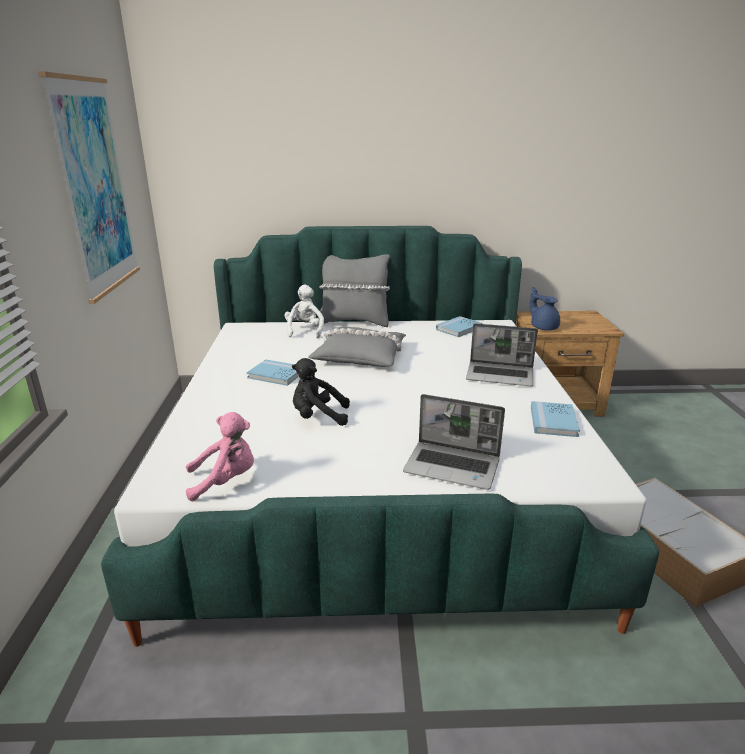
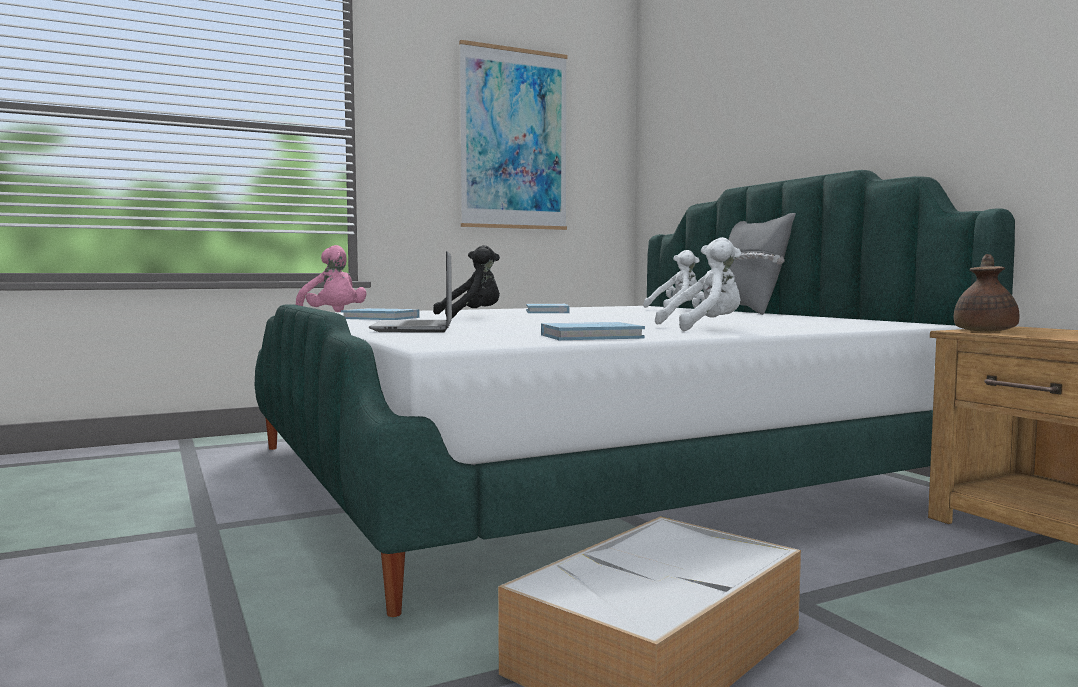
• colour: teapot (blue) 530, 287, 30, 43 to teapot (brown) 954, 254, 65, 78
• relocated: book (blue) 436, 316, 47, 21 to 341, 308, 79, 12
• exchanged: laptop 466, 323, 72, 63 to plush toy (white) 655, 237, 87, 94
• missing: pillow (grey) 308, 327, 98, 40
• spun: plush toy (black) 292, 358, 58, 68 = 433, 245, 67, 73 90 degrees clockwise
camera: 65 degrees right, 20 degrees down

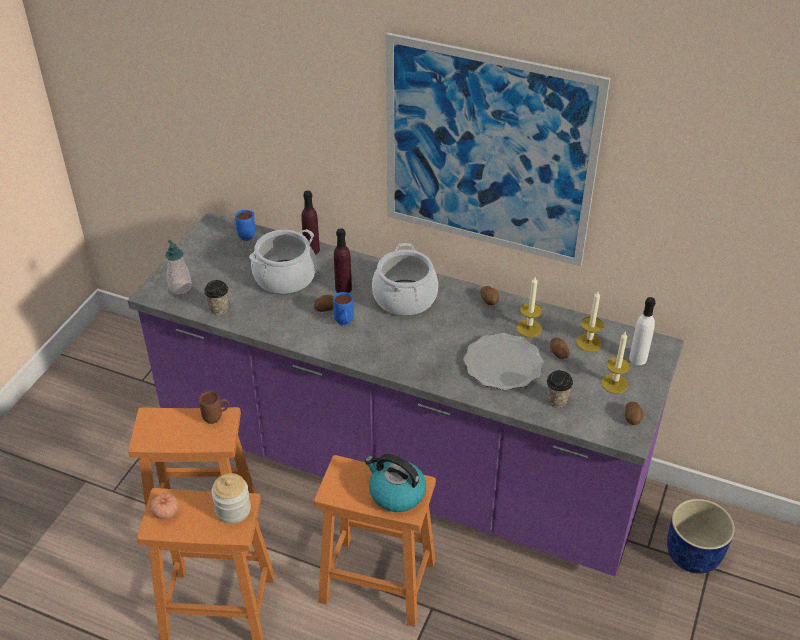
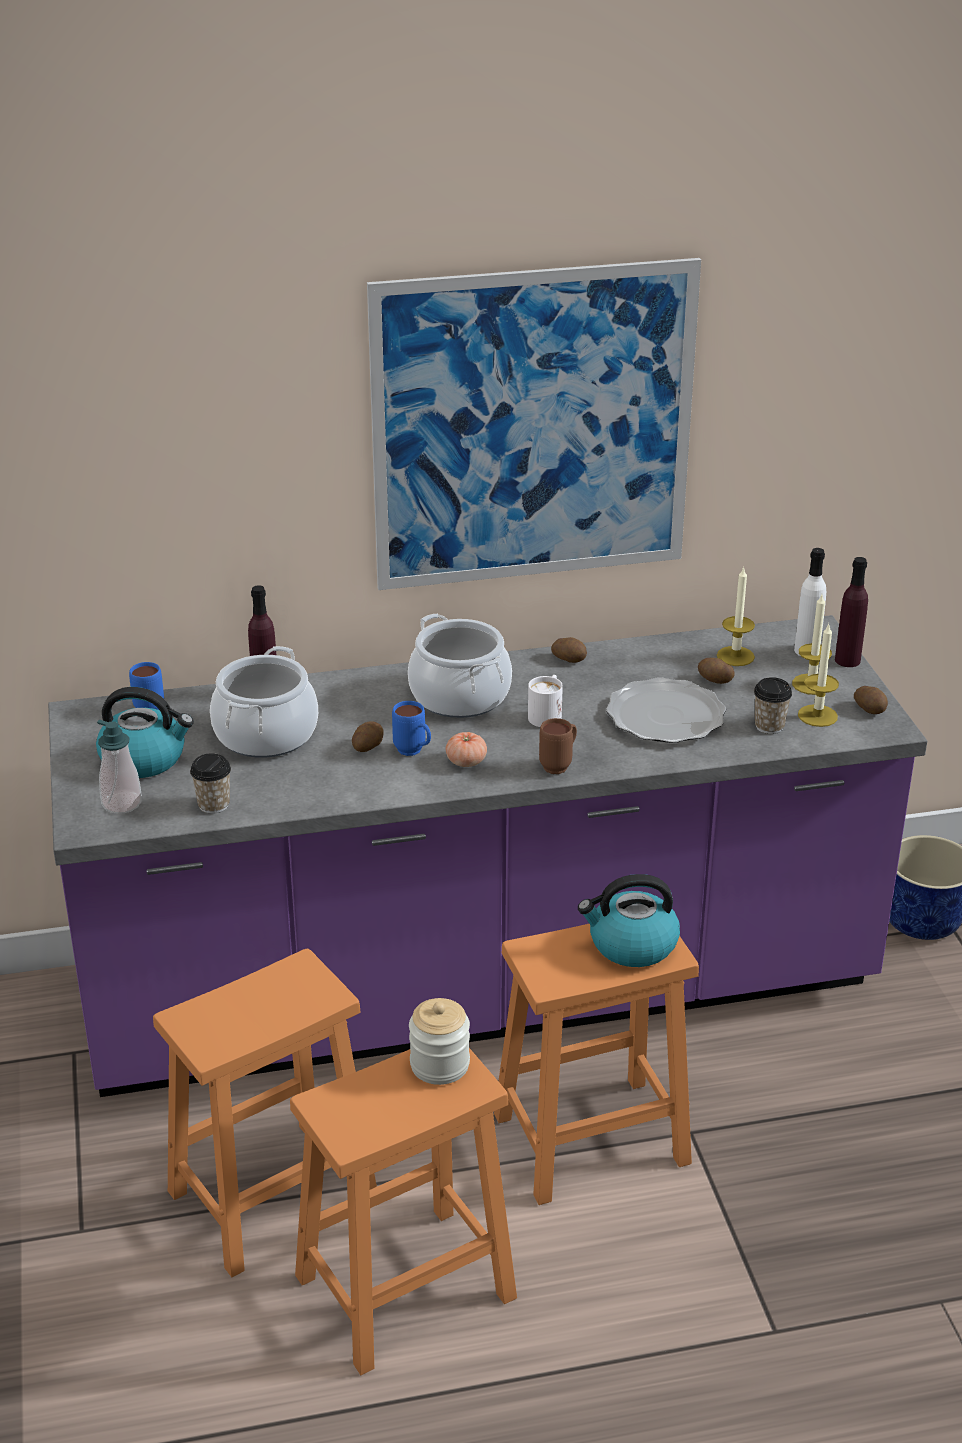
• relocated: bottle (purple) 334, 228, 18, 65 to 835, 557, 33, 110
• relocated: candle 517, 277, 25, 60 to 798, 624, 41, 103
• relocated: mug (brown) 199, 391, 30, 33 to 539, 718, 38, 56
• relocated: tomato 150, 493, 29, 26 to 446, 732, 41, 35
• appeared: mug (white) 528, 675, 35, 52
• appeared: kettle 96, 687, 98, 91
camera: 35 degrees left, 10 degrees down

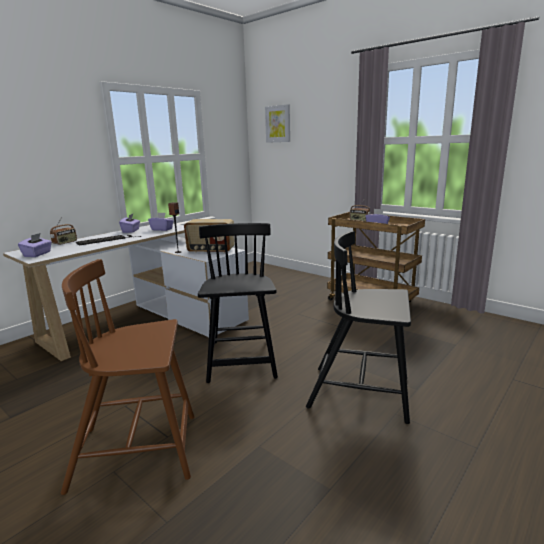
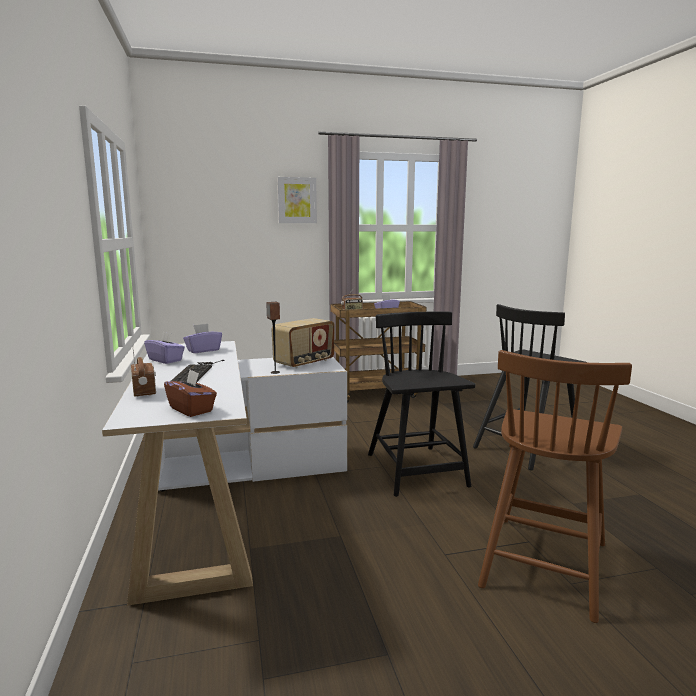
• relocated: picture 265, 104, 25, 39 to 277, 177, 40, 46
• spun: chair (black) 198, 223, 80, 160 = 368, 312, 107, 185 45 degrees clockwise
• colour: tissue box (purple) 18, 233, 34, 24 to tissue box (brown) 164, 370, 53, 47
camera: 55 degrees left, 5 degrees down

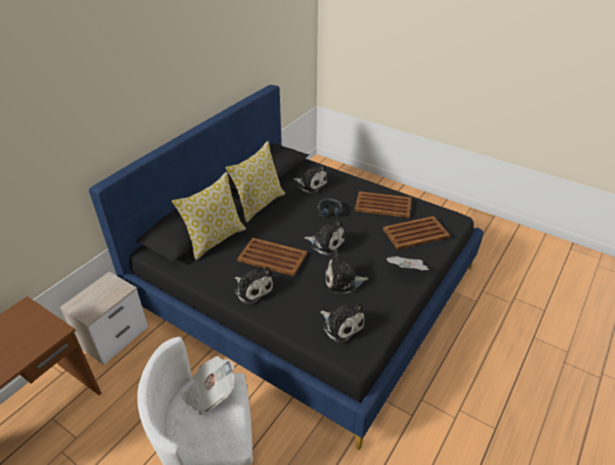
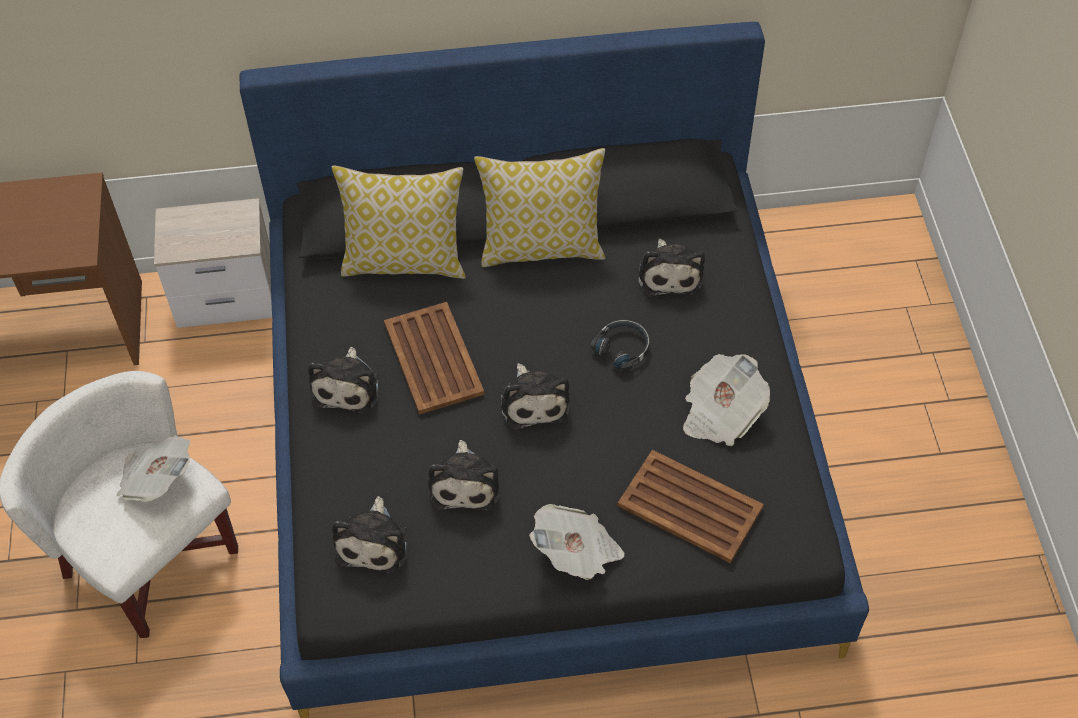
• exchanged: tray (brown) 355, 191, 56, 27 to newspaper 683, 354, 87, 92
• spun: plush toy 326, 251, 43, 43 = 428, 440, 71, 71 135 degrees counterclockwise
camera: 50 degrees right, 15 degrees up

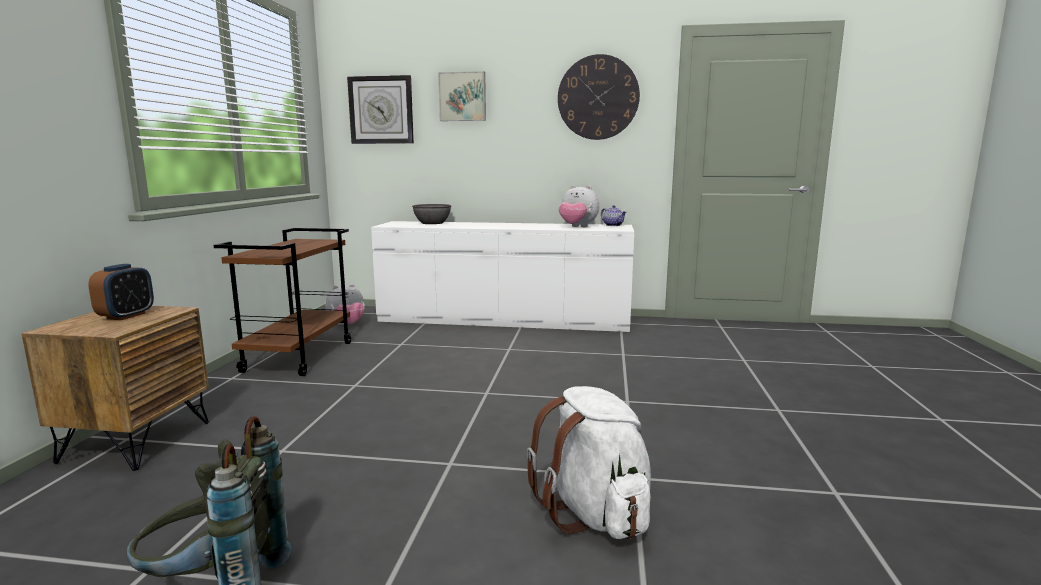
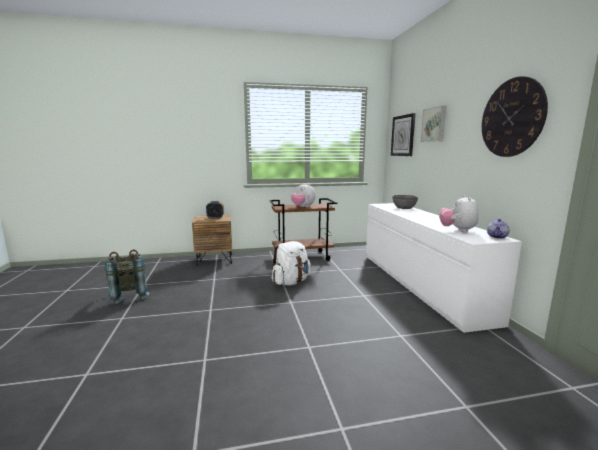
• relocated: plush toy 325, 284, 40, 41 to 291, 183, 24, 24
• relocated: backpack (white) 526, 386, 125, 153 to 272, 241, 39, 44
camera: 70 degrees right, 0 degrees up

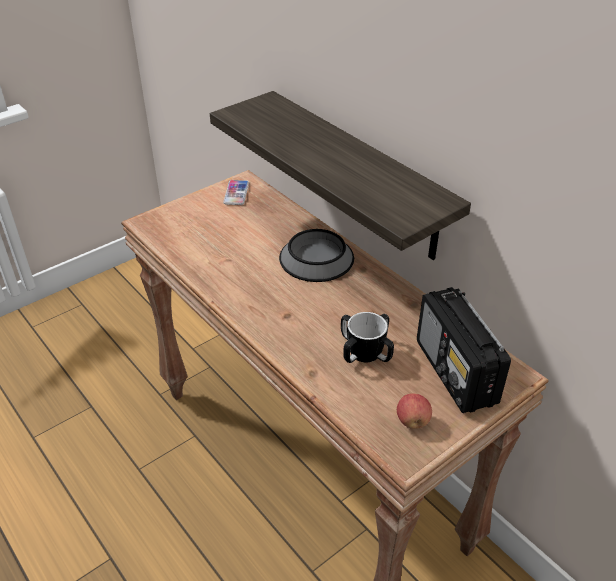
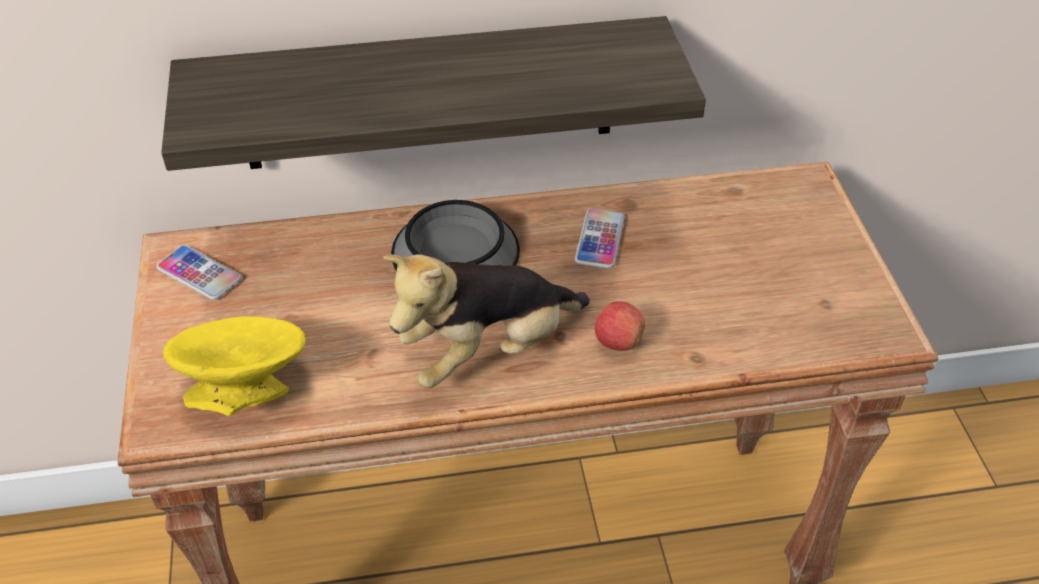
• missing: radio 417, 287, 94, 126
• missing: mug 341, 312, 53, 51
• relocated: apple 397, 393, 35, 36 to 595, 301, 50, 50
• appeared: phone 575, 208, 50, 61
• appeared: plush toy 383, 254, 207, 134
• appeared: bowl (yellow) 163, 316, 143, 100
camera: 60 degrees left, 5 degrees up

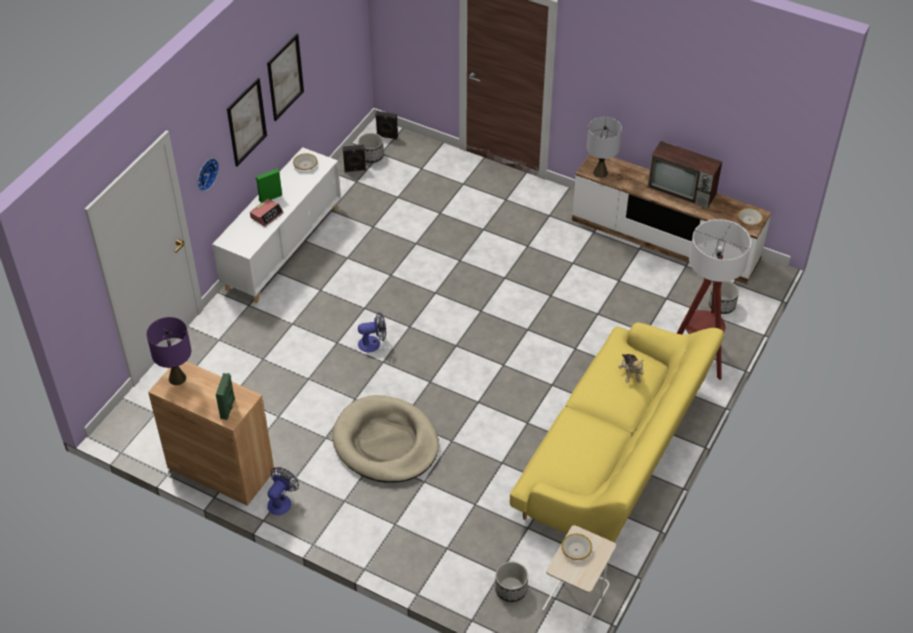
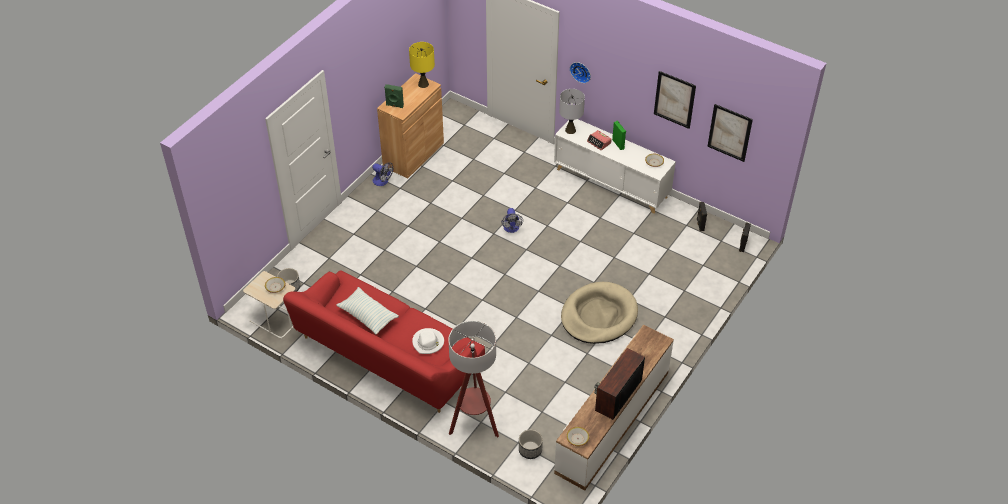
• relocated: picture 227, 78, 40, 89 to 707, 104, 46, 58
• relocated: table lamp (grey) 587, 117, 35, 61 to 559, 89, 26, 45
• missing: planter 358, 133, 26, 30
• colour: table lamp (purple) 146, 317, 45, 68 to table lamp (yellow) 409, 42, 26, 46
• colour: sofa (yellow) 510, 322, 214, 221 to sofa (red) 283, 270, 202, 143
• exchanged: plush toy 619, 354, 25, 29 to hat (white) 412, 328, 32, 26
• relocated: dog bed (beige) 332, 395, 107, 88 to 561, 282, 77, 62
• appeared: pillow 337, 287, 62, 47
camera: 95 degrees right, 0 degrees up

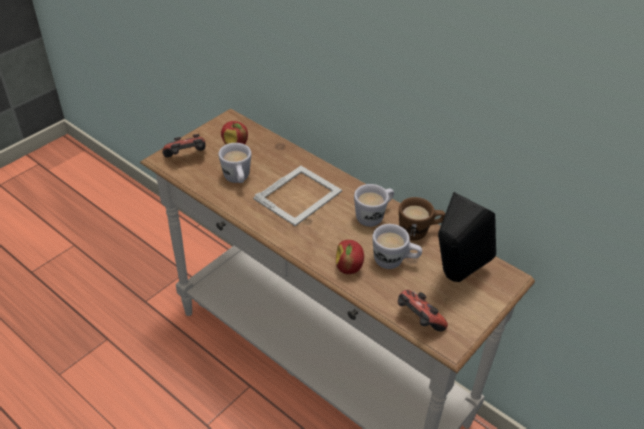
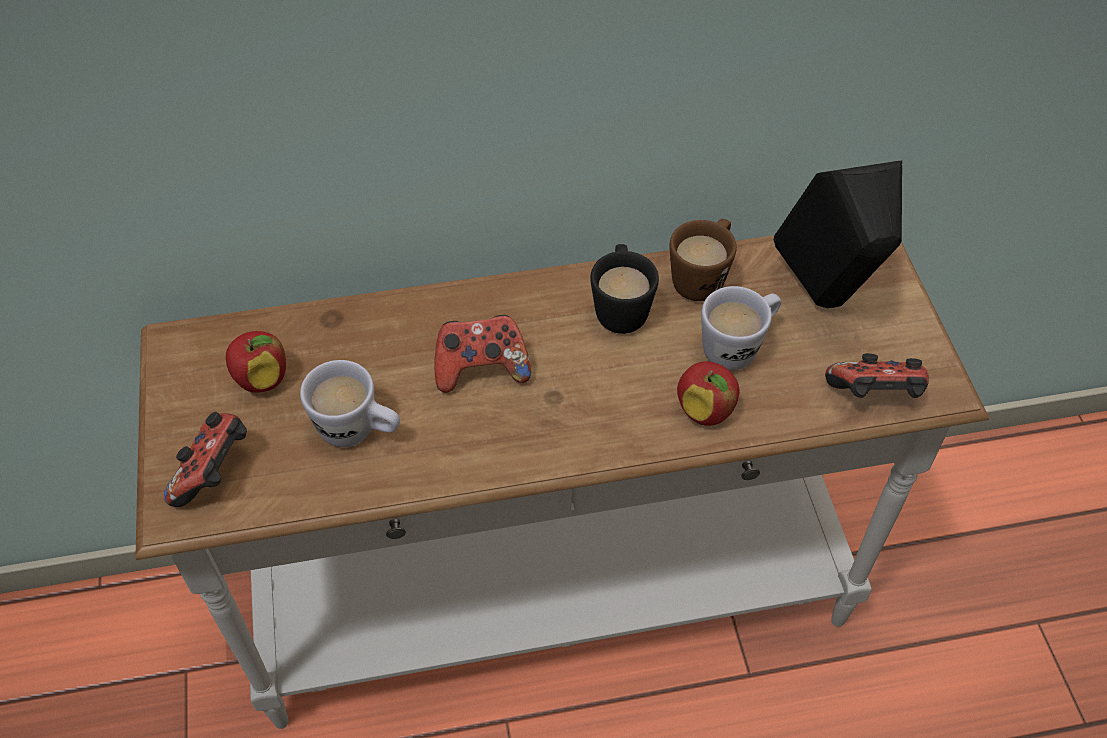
• exchanged: picture frame 253, 166, 89, 60 to game controller 435, 315, 96, 78
• colour: mug (white) 354, 184, 40, 43 to mug (black) 590, 244, 69, 90
camera: 50 degrees left, 10 degrees up

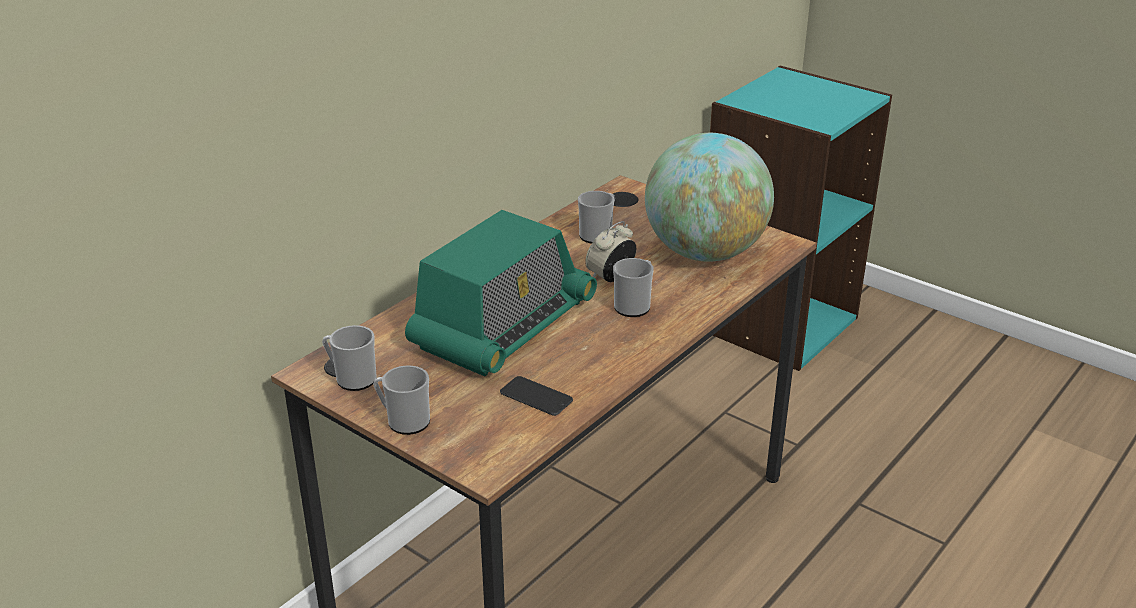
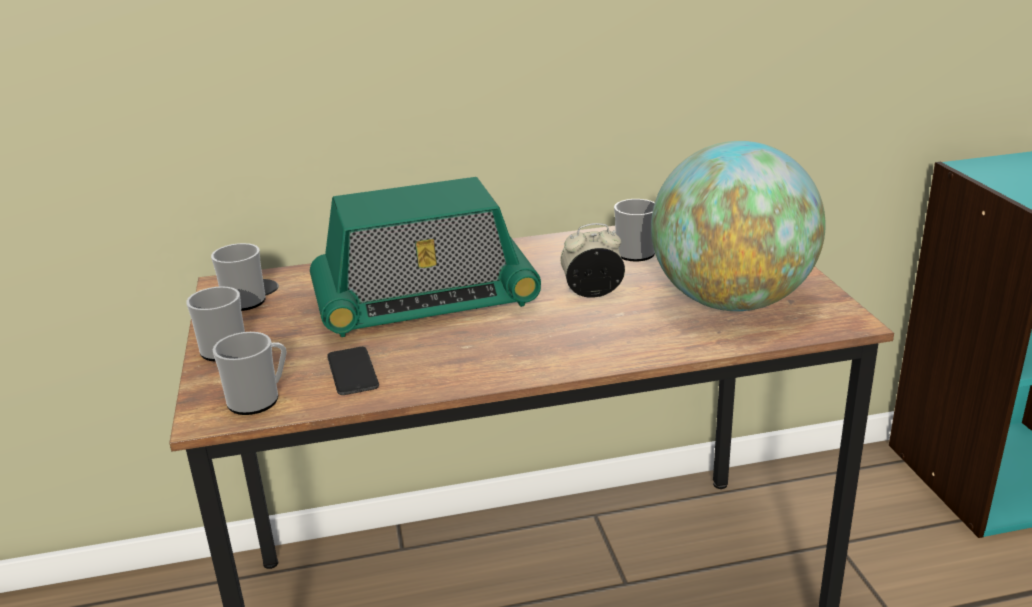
• relocated: mug 613, 258, 41, 59 to 213, 332, 73, 83
camera: 40 degrees right, 5 degrees down

